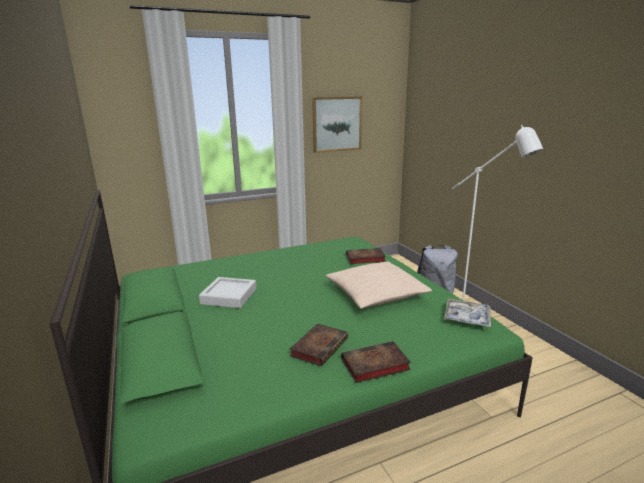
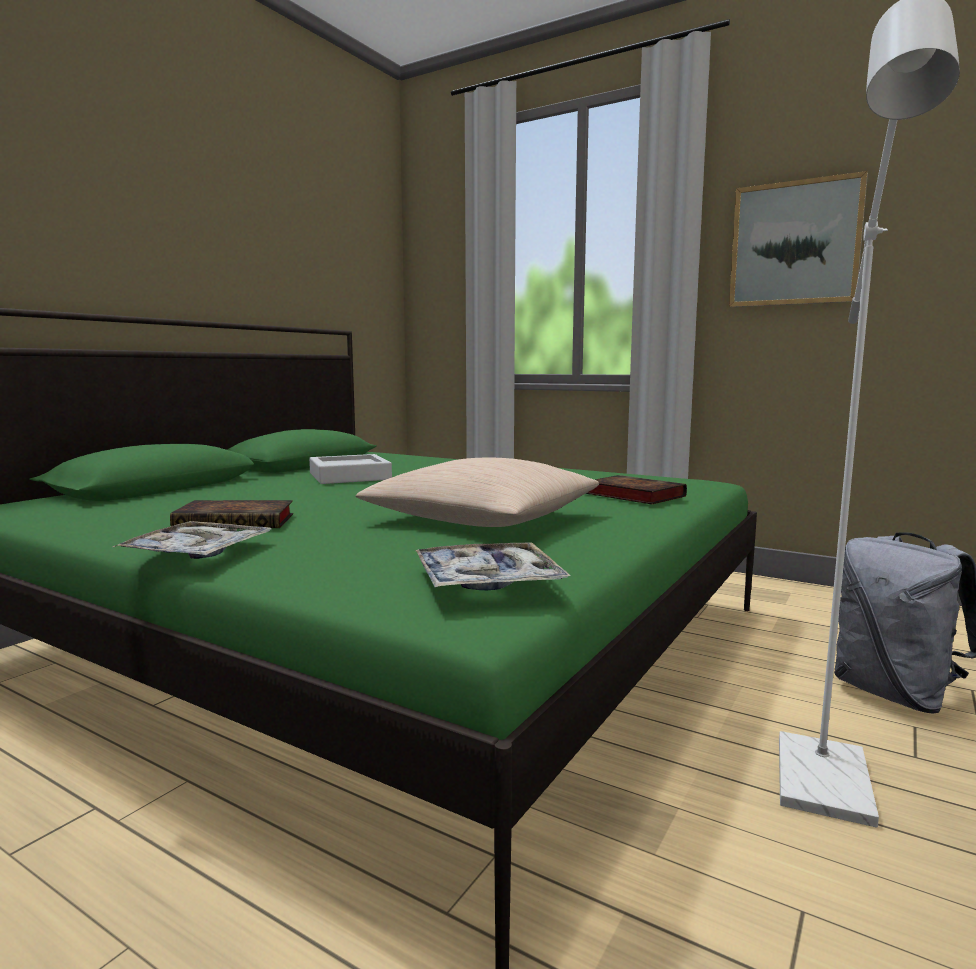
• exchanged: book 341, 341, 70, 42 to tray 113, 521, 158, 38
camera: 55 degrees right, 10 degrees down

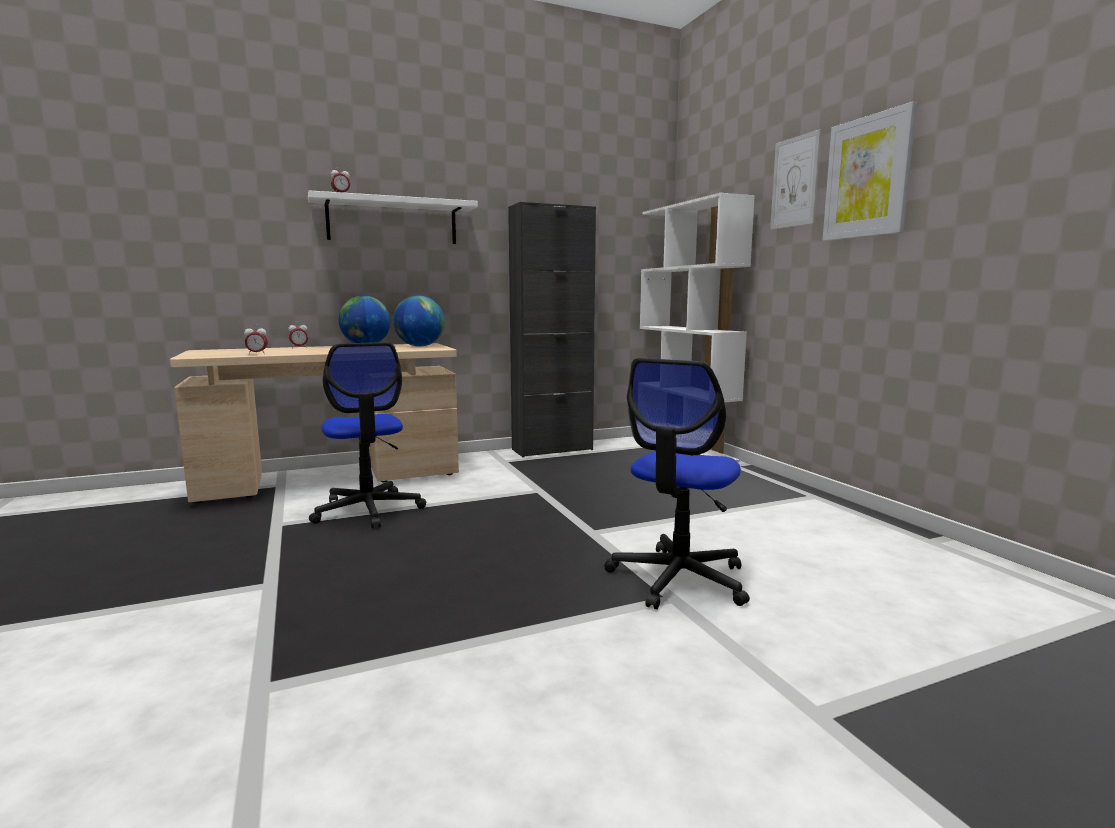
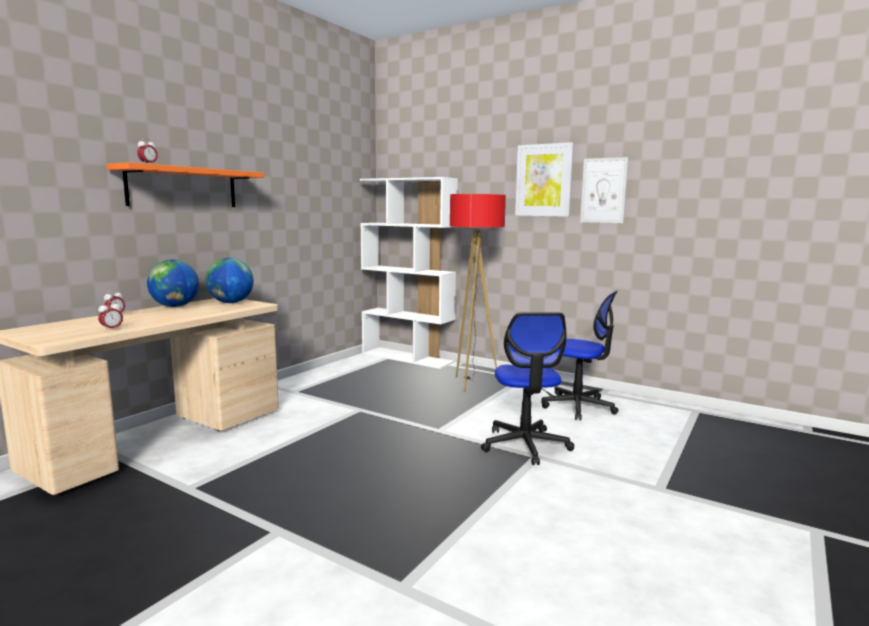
• relocated: picture 770, 129, 51, 101 to 580, 157, 48, 66
• colour: shelf (white) 308, 190, 170, 54 to shelf (orange) 107, 162, 157, 45
• missing: cabinet (black) 508, 202, 88, 256
• relocated: office chair 309, 342, 117, 186 to 542, 291, 77, 129
• appeared: floor lamp 450, 194, 56, 198
camera: 35 degrees left, 0 degrees up

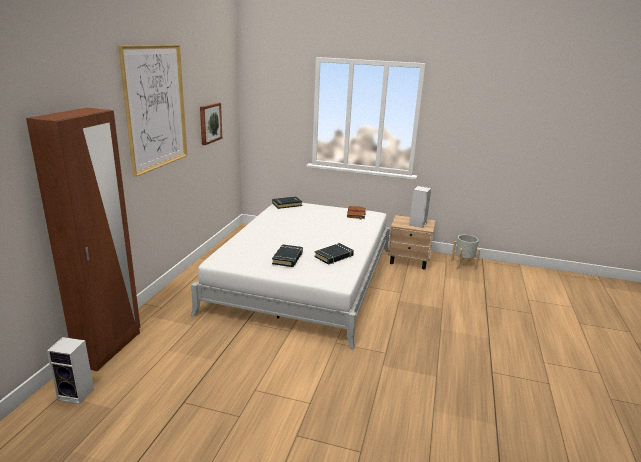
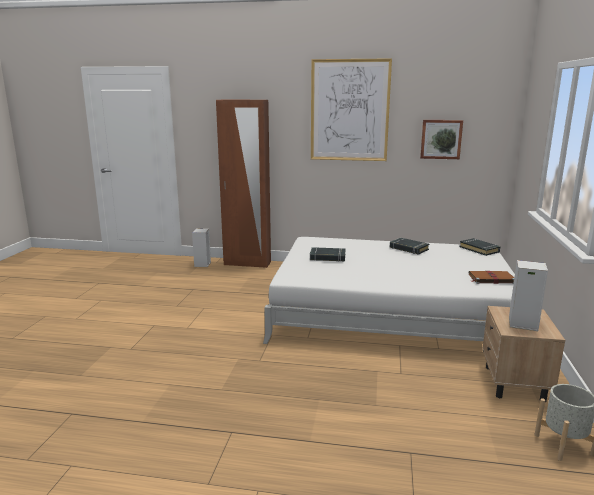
• relocated: book (black) 315, 243, 39, 22 to 389, 238, 40, 17
camera: 85 degrees right, 5 degrees down

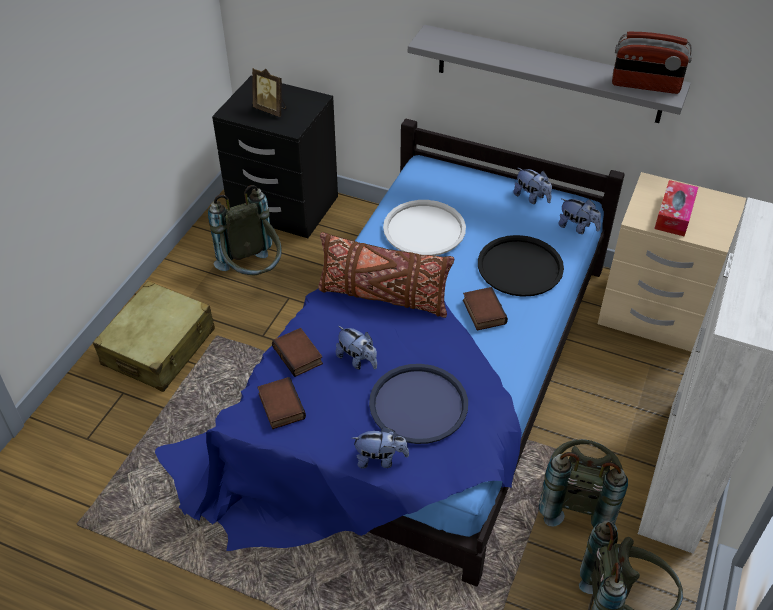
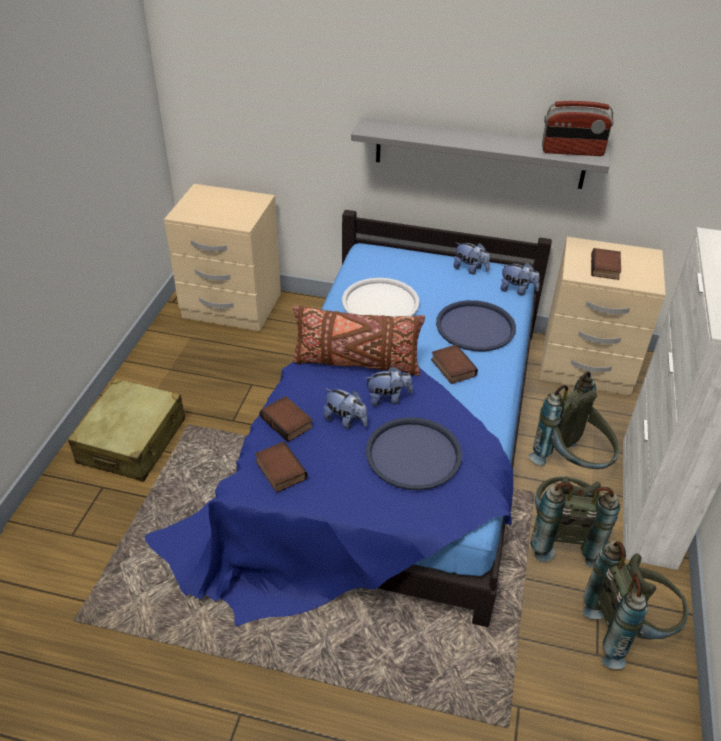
• missing: picture frame 252, 68, 34, 49
• colour: nightstand (black) 212, 76, 126, 162 to nightstand (beige) 164, 184, 117, 147
• exchanged: tissue box 654, 180, 44, 57 to book 591, 248, 30, 32
• relocated: backpack (grey) 208, 185, 74, 90 to 529, 371, 90, 98
• colour: tray (black) 478, 235, 86, 62 to tray (blue) 436, 300, 80, 51
• relocated: plush toy 352, 427, 57, 42 to 364, 366, 49, 40
camera: 10 degrees left, 5 degrees down

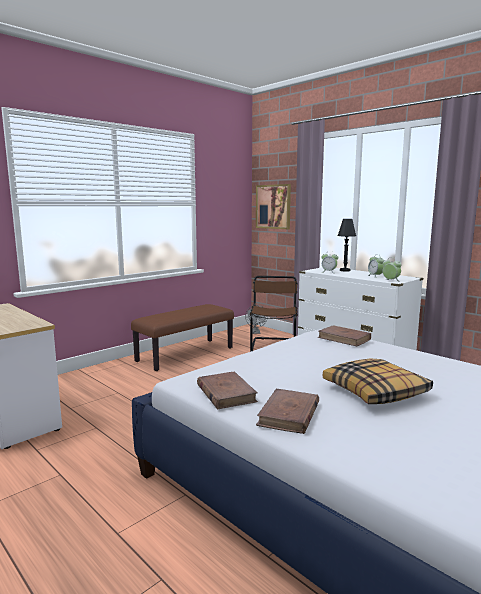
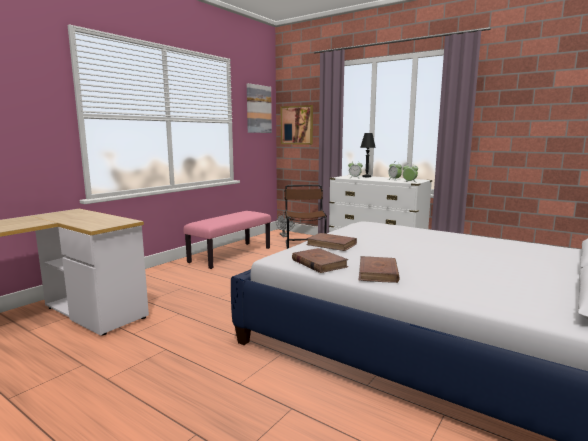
• colour: bench (brown) 131, 304, 103, 67 to bench (pink) 183, 211, 88, 58
• relocated: book (brown) 318, 325, 53, 21 to 306, 233, 51, 18
• missing: pillow 323, 359, 110, 45
• appeared: picture 247, 83, 25, 50
camera: 10 degrees left, 0 degrees up

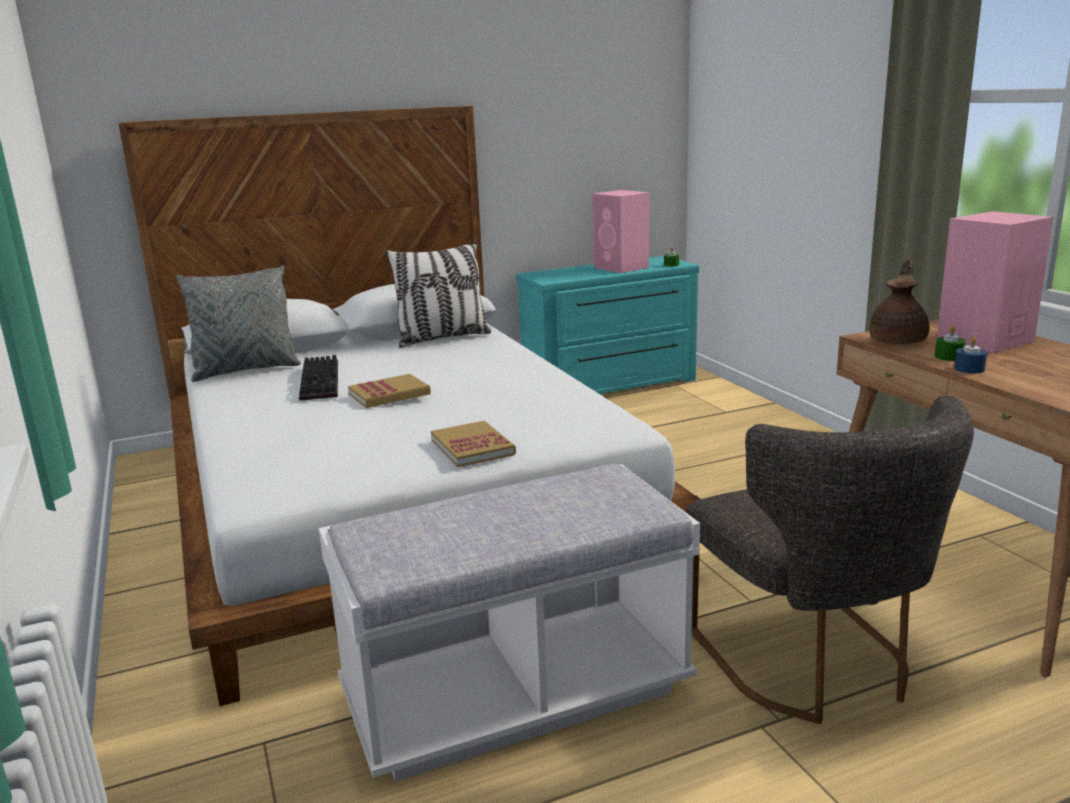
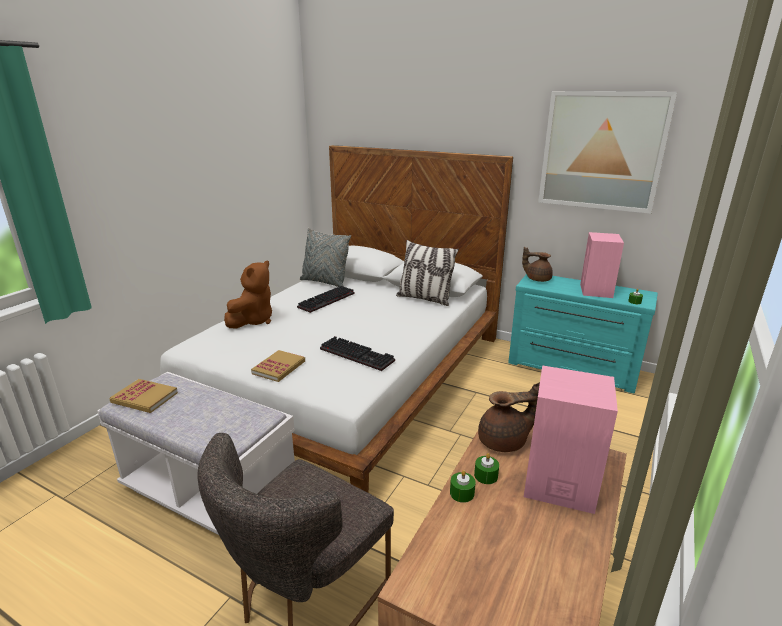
• colour: candle (blue) 954, 337, 33, 36 to candle (green) 450, 470, 26, 33
• relocated: book 348, 374, 83, 34 to 109, 379, 69, 34
• appeared: picture 538, 91, 139, 123
• appeared: teapot (brown) 522, 247, 31, 35
• appeared: plush toy (brown) 224, 260, 48, 68
• appeared: keyboard 320, 336, 75, 35
camera: 50 degrees right, 5 degrees up

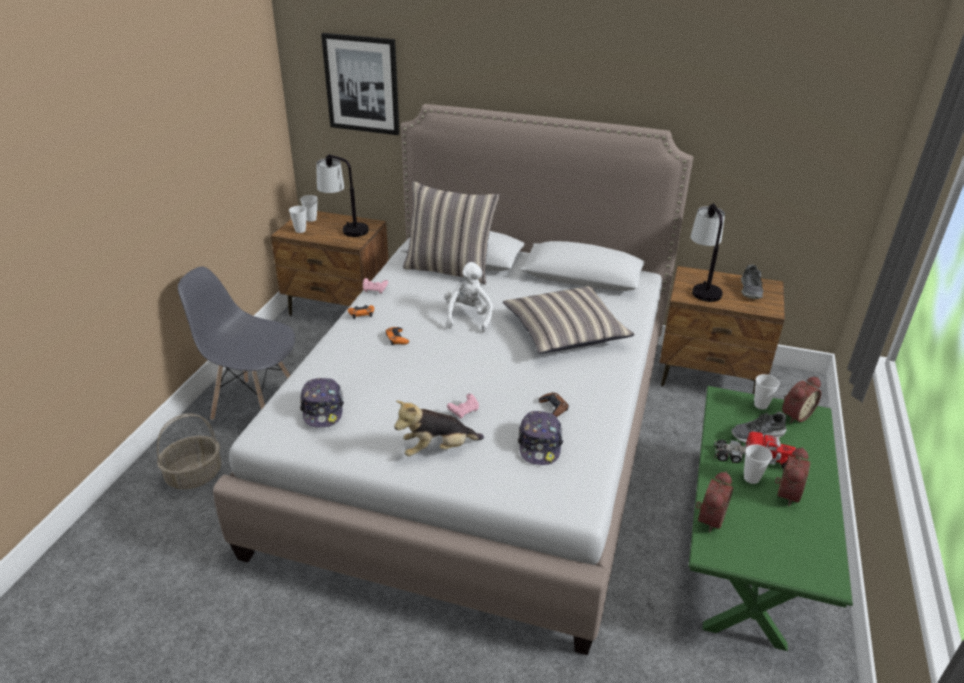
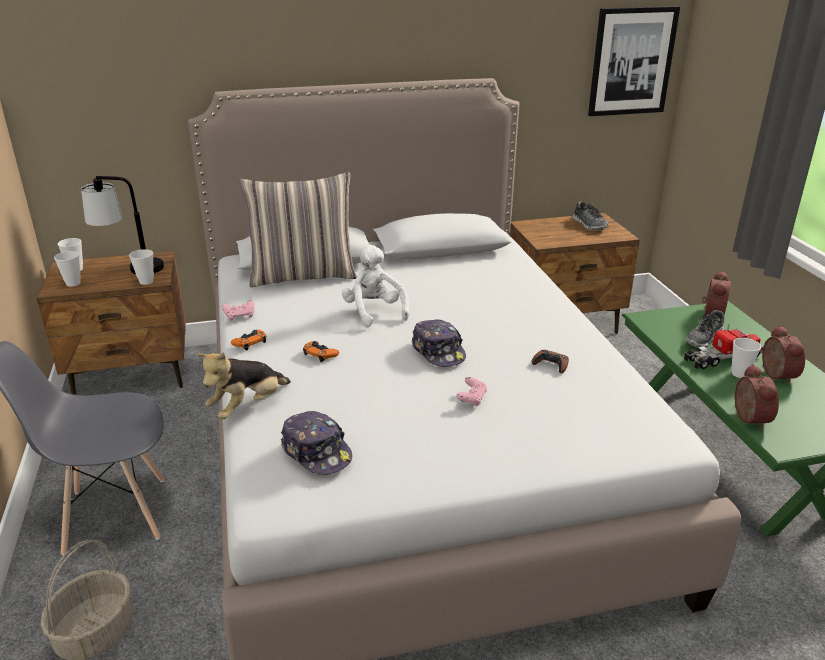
• relocated: picture 321, 33, 79, 102 to 588, 6, 92, 110
• missing: table lamp 690, 203, 35, 99
• missing: pillow 503, 286, 132, 67
• relocated: cup 754, 374, 26, 36 to 129, 249, 25, 36
• relocated: plush toy 394, 400, 90, 56 to 197, 352, 94, 67
• relocated: cap 518, 411, 45, 54 to 412, 319, 54, 48
camera: 30 degrees left, 5 degrees down

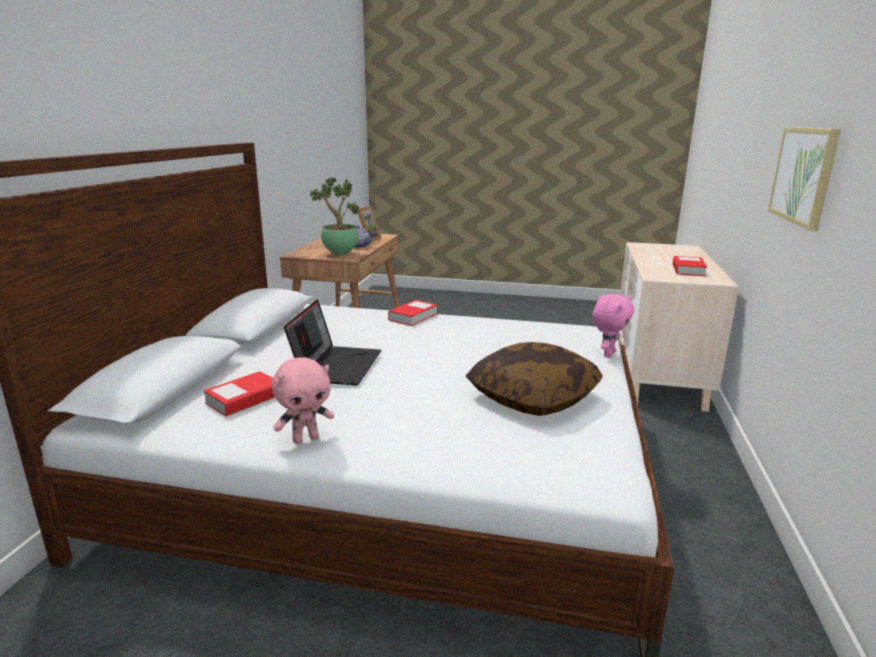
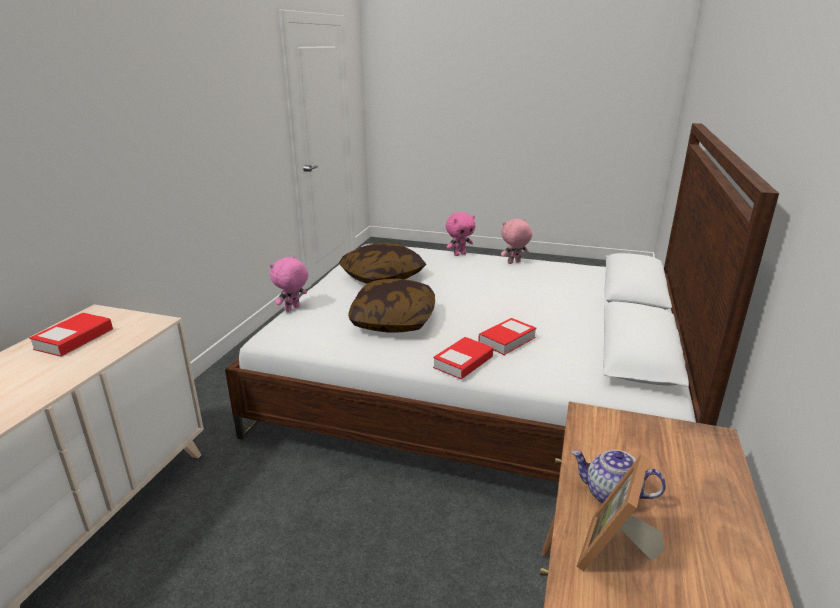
• missing: picture 768, 127, 73, 104
• missing: potted plant 310, 178, 49, 76
• missing: laptop 284, 299, 97, 86
• relocated: book 203, 371, 72, 46 to 478, 318, 58, 37
• appeared: plush toy (pink) 446, 212, 29, 44
• appeared: pillow 348, 279, 87, 54
camera: 175 degrees left, 5 degrees up

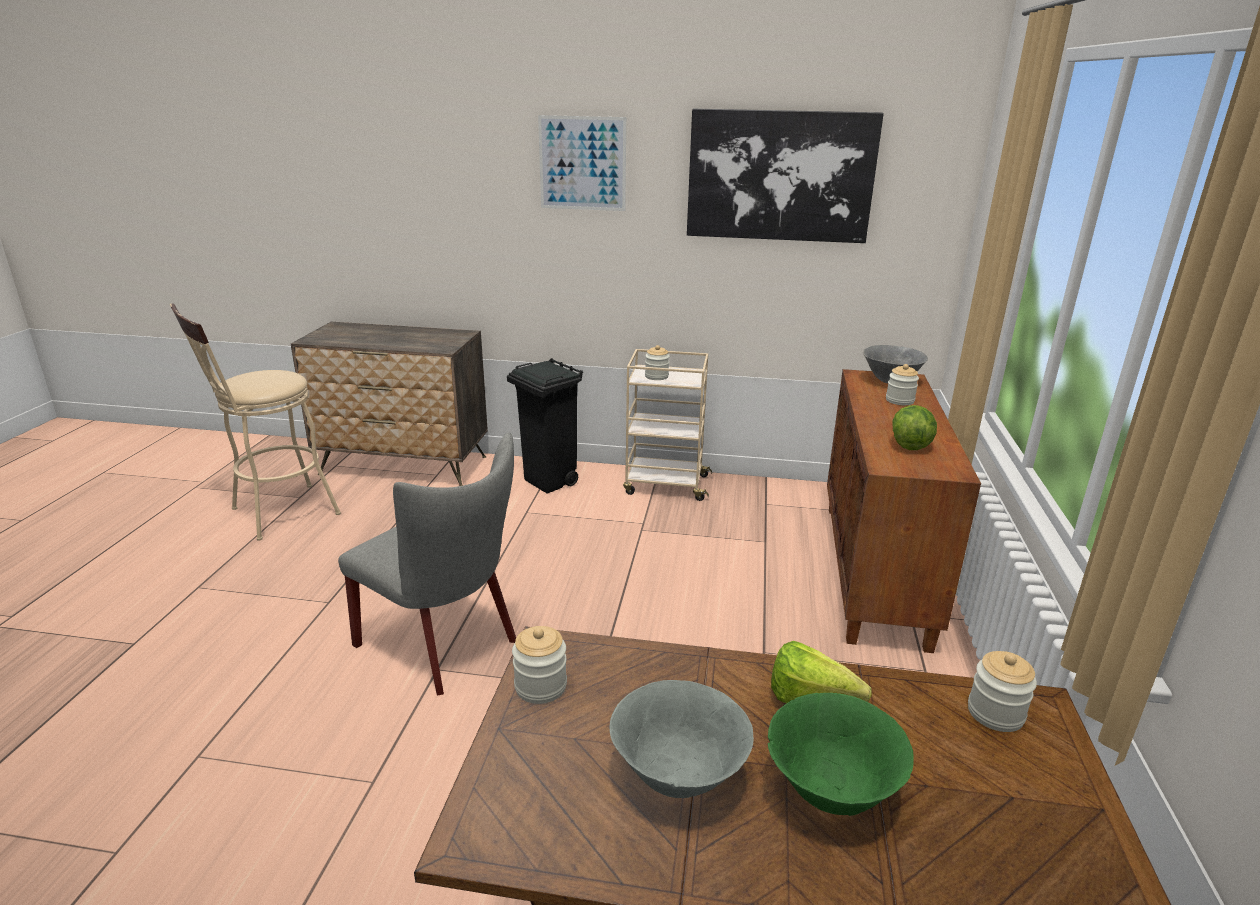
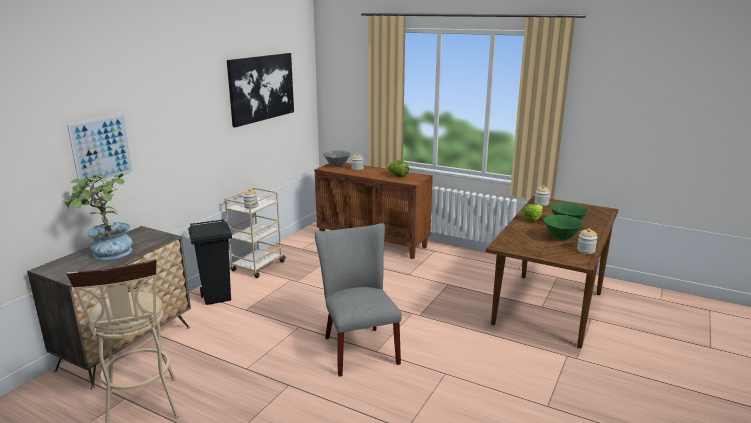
• relocated: picture 538, 115, 88, 96 to 67, 114, 66, 71
• spun: chair (grey) 338, 432, 178, 264 = 315, 223, 87, 154 75 degrees counterclockwise
• relocated: jar 512, 626, 55, 78 to 577, 228, 21, 26
• colour: bowl (grey) 609, 680, 145, 118 to bowl (green) 543, 215, 41, 25
• appeared: potted plant 62, 172, 71, 88
camera: 70 degrees left, 5 degrees down

